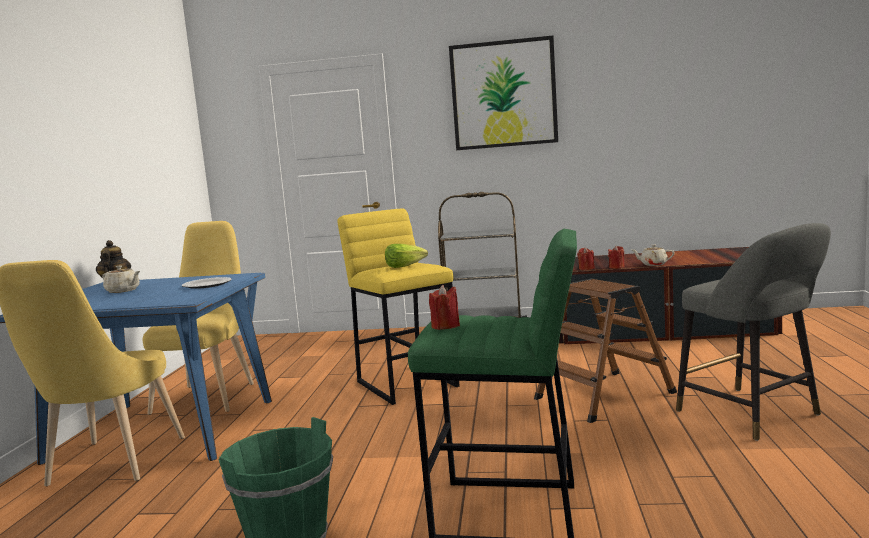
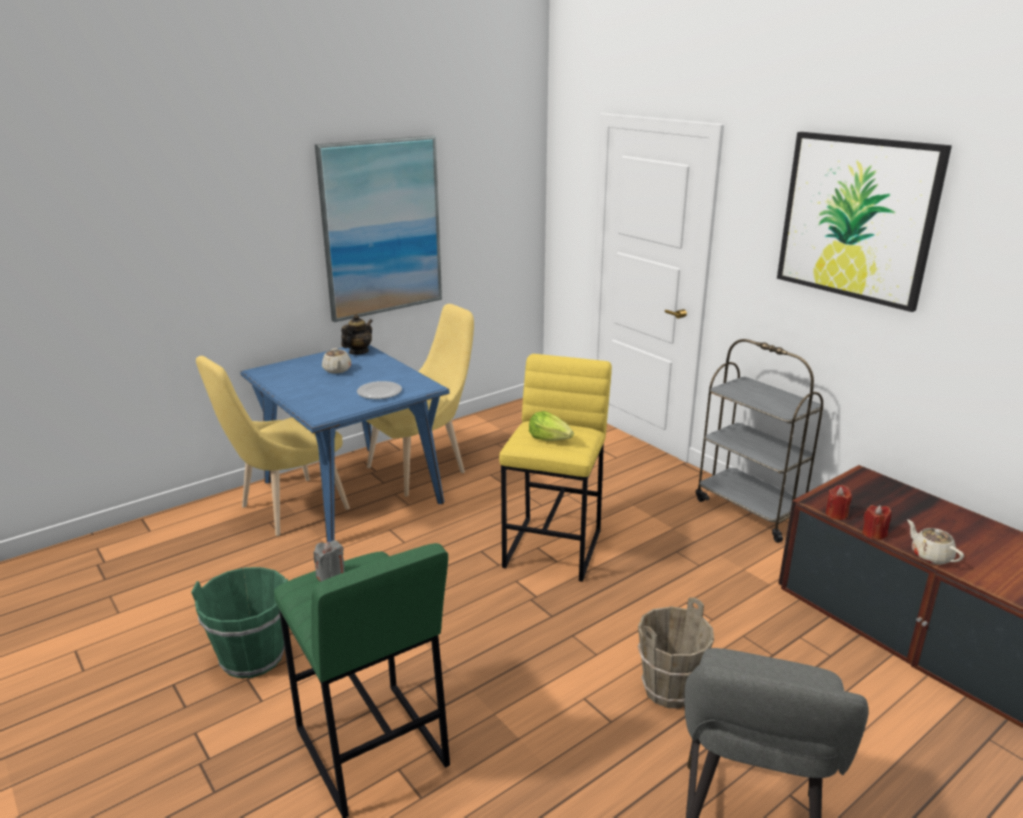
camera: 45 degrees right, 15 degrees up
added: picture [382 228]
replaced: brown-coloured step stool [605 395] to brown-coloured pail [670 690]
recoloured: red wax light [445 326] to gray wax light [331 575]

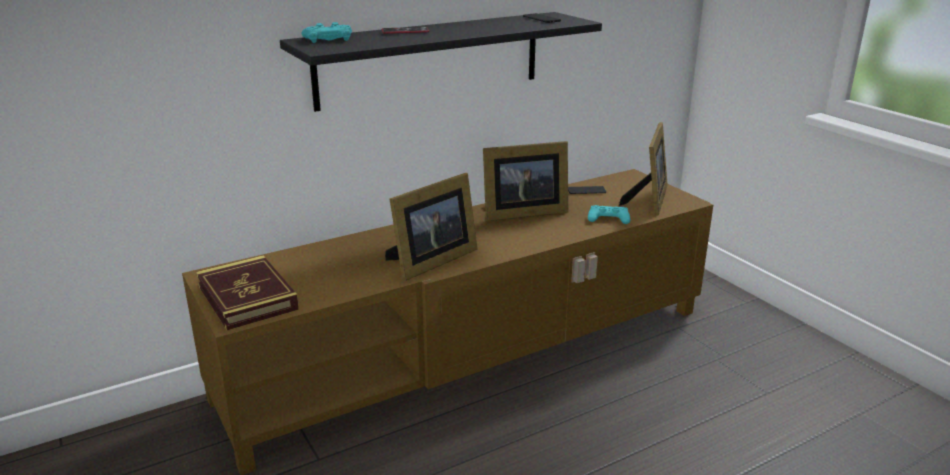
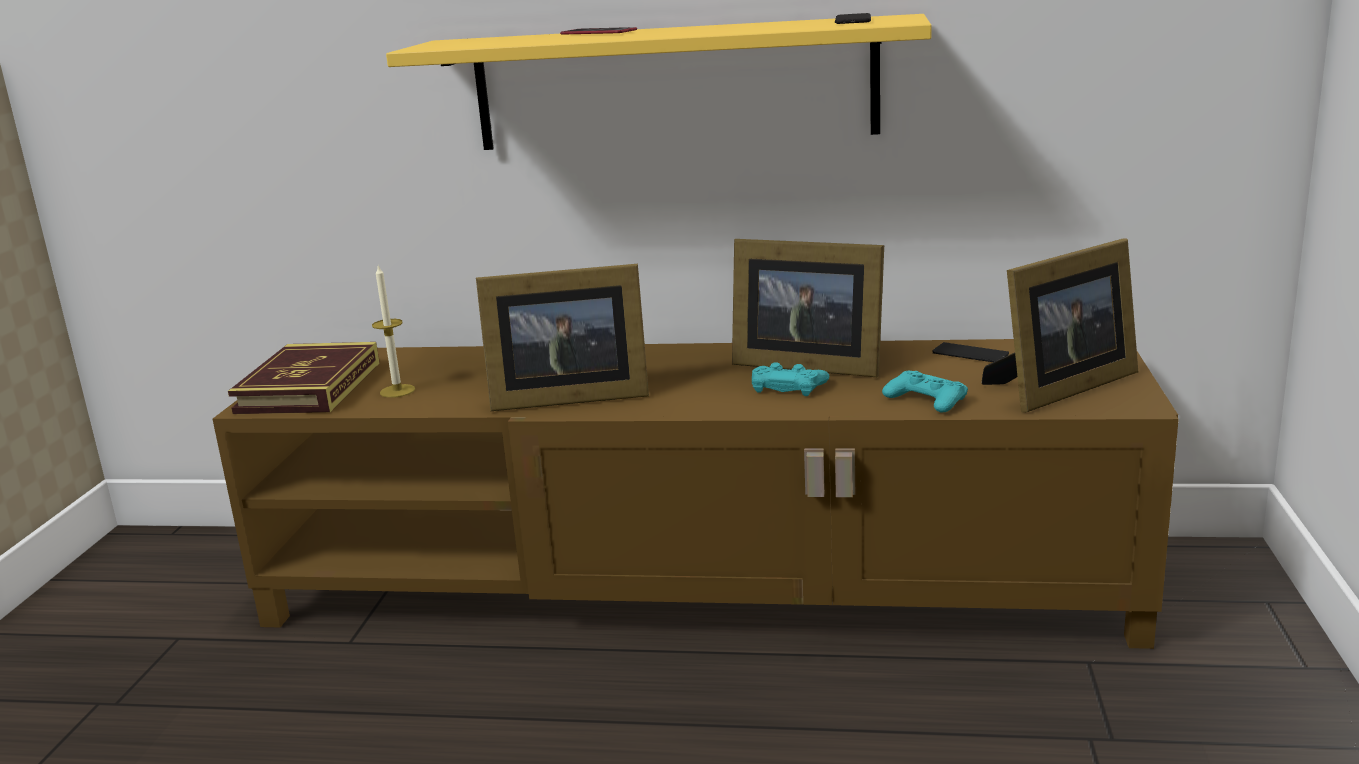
camera: 40 degrees right, 5 degrees down
added: wax light [397 391]
moved: turquoise gamepad [328 39] to [788 386]
recoloured: blackish shelf [430 59] to yellow-coloured shelf [674 85]

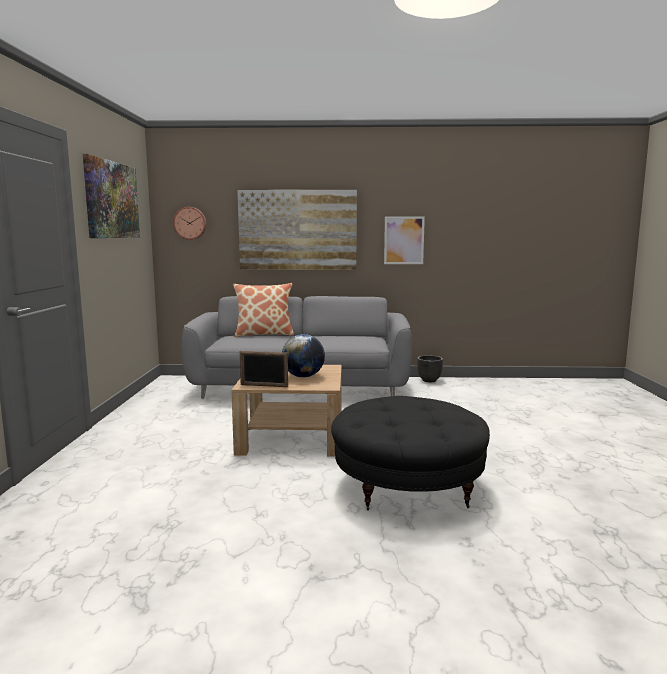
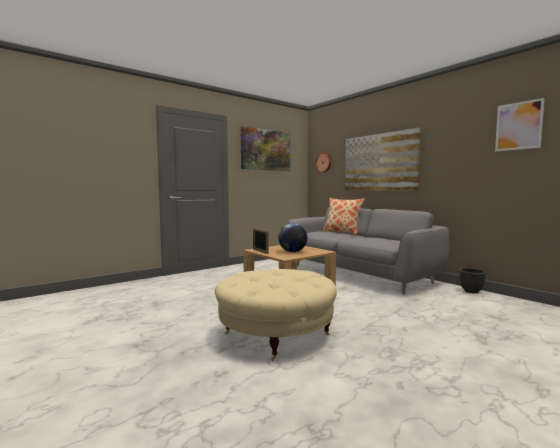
camera: 50 degrees right, 5 degrees down
moved: picture [404 240] to [518 126]
recoloured: blackish footrest [408 485] to beige footrest [276 334]

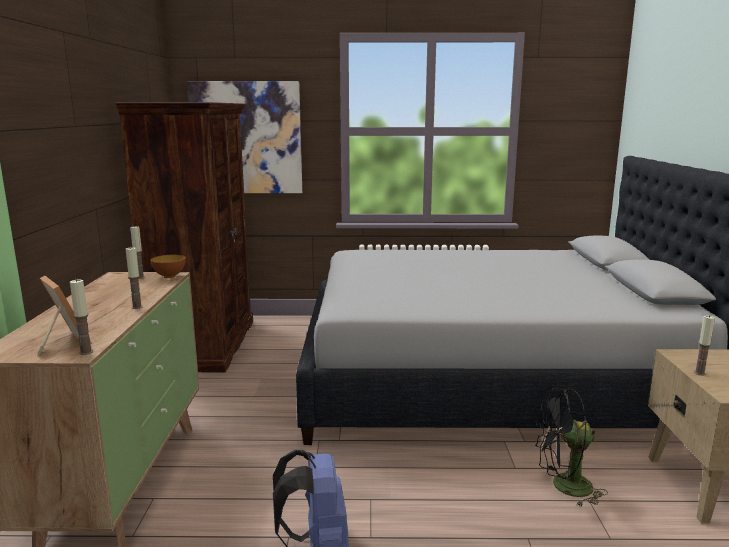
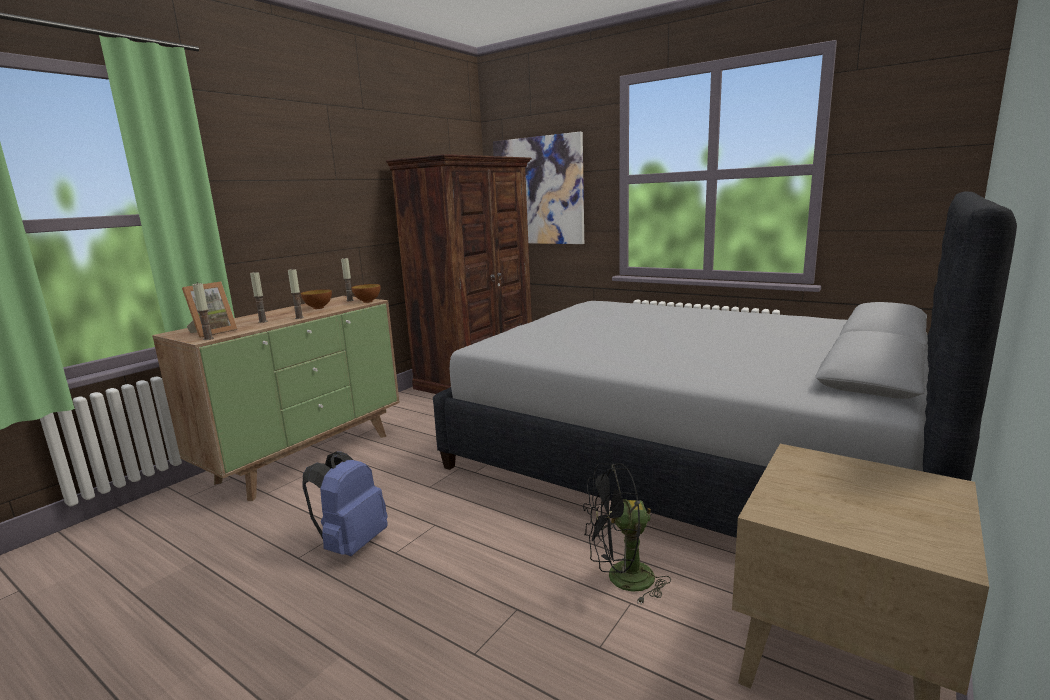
camera: 35 degrees right, 0 degrees up
added: serving bowl [318 308]
moved: wax light [699 373] to [263 321]
turned: standing frame [63 343] = [212 332] 45 degrees clockwise; blackish electric fan [563 487] = [621 580] 45 degrees counterclockwise

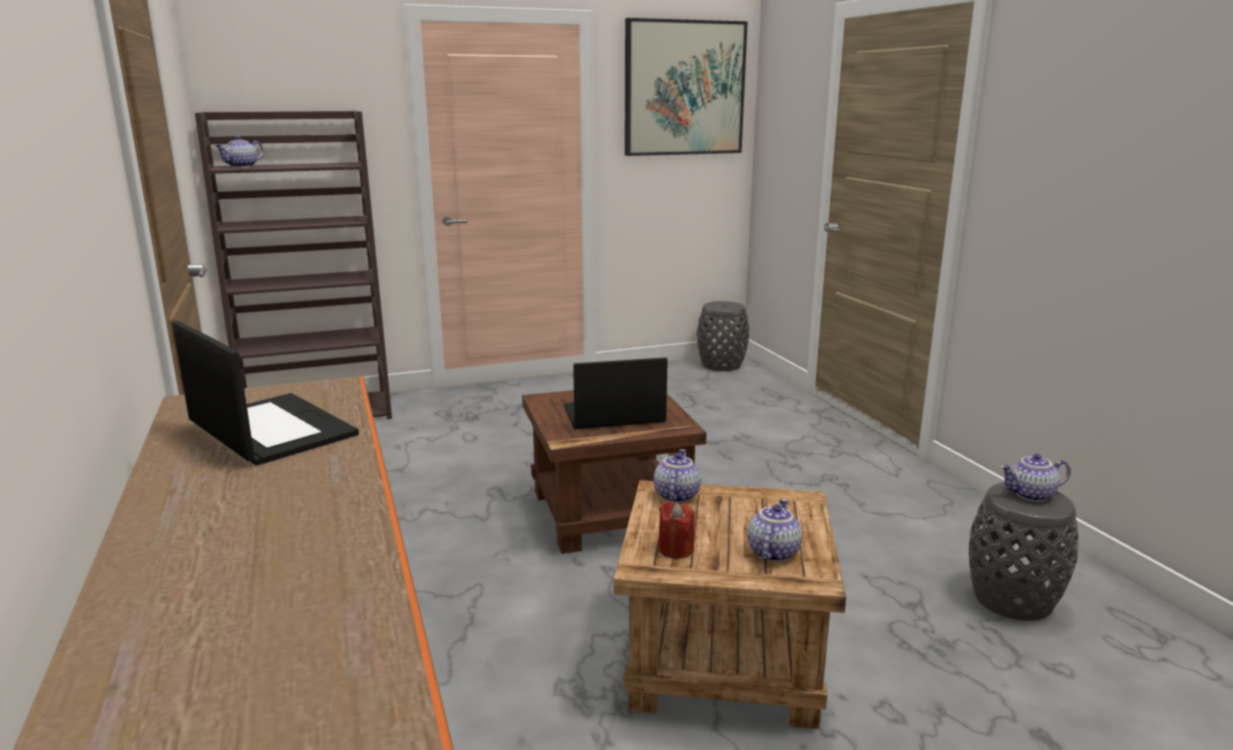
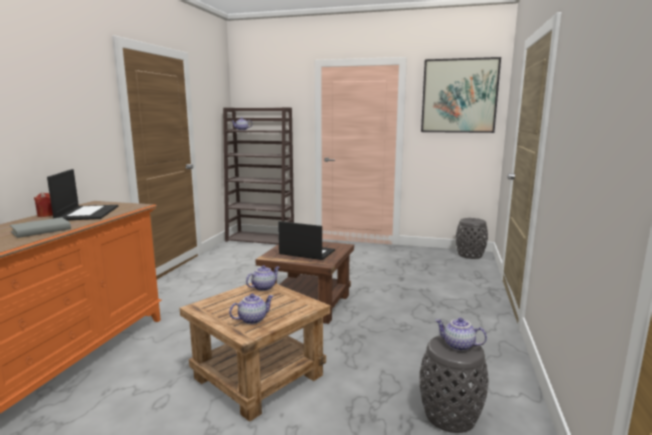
camera: 35 degrees right, 5 degrees down
added: gray book [41 230]
moved: red wax light [676 549] to [46 215]

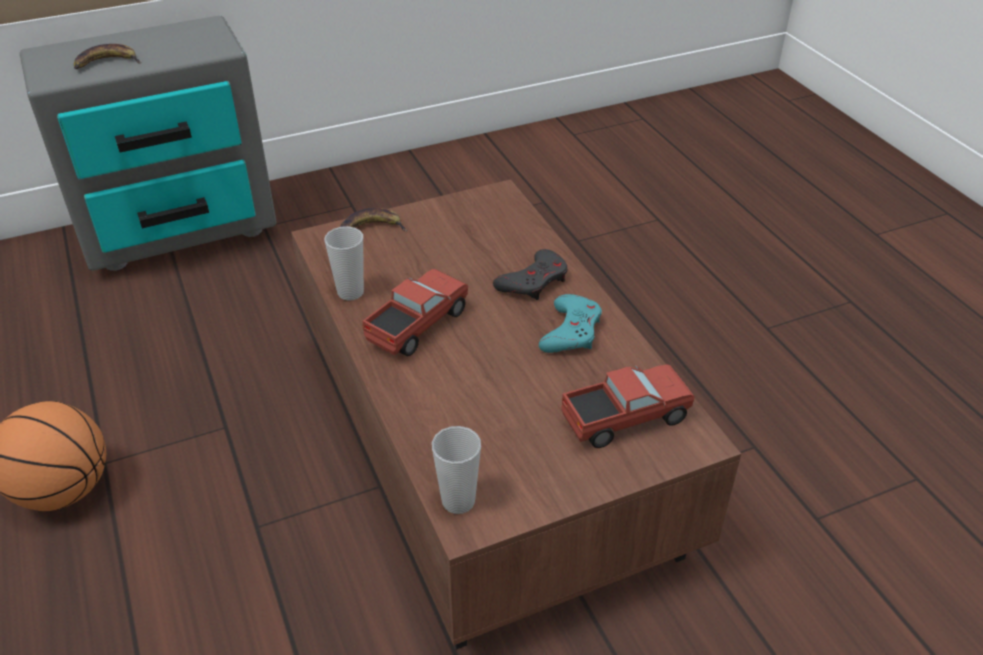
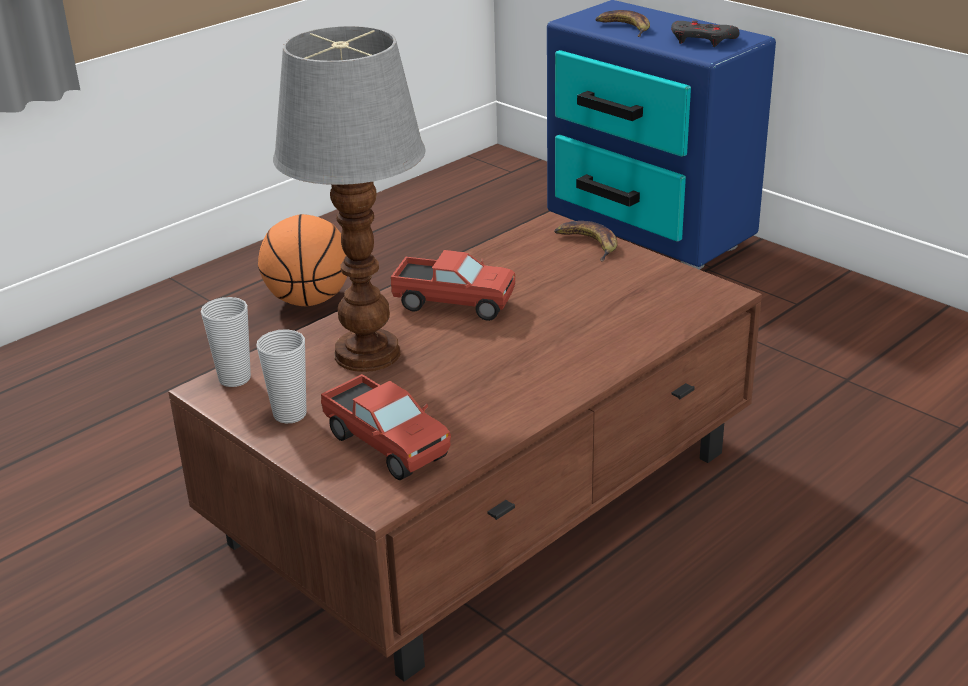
camera: 70 degrees right, 10 degrees down
removed: turquoise gamepad [571 331]
added: lamp for a table [367 355]
moved: small cup [350 292] to [290 414]; gray gamepad [533 281] to [702 40]
recoloured: gray nightstand [181 237] to bluish nightstand [647 236]

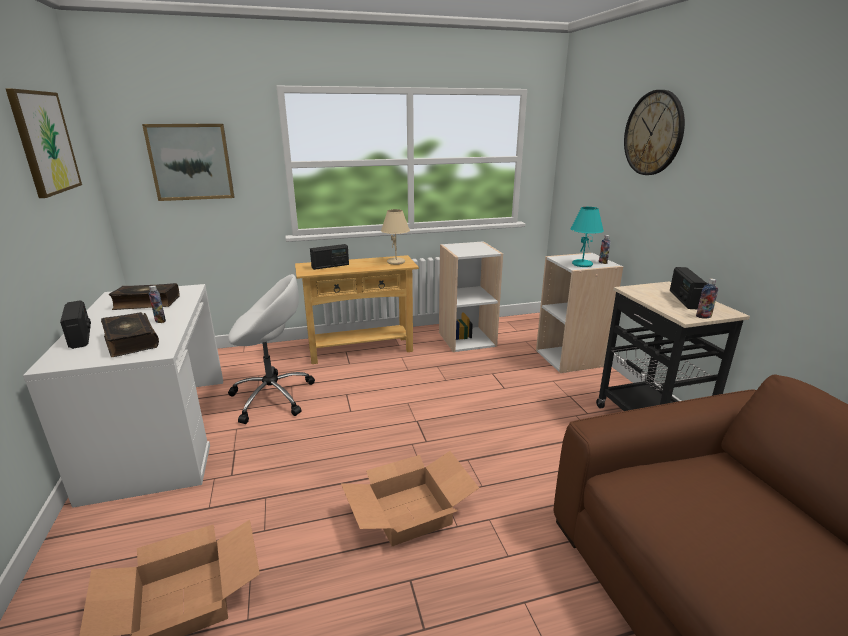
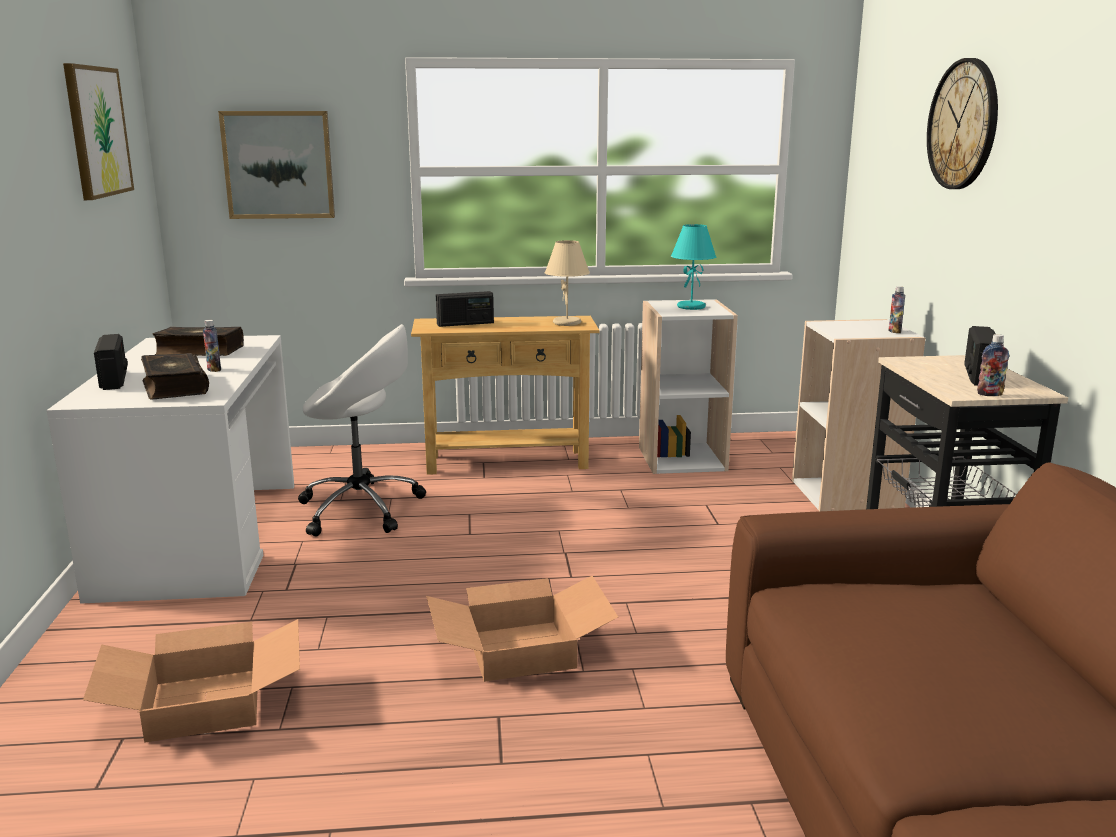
camera: 10 degrees right, 5 degrees down
moved: turquoise lamp for a table [582 264] to [691 307]

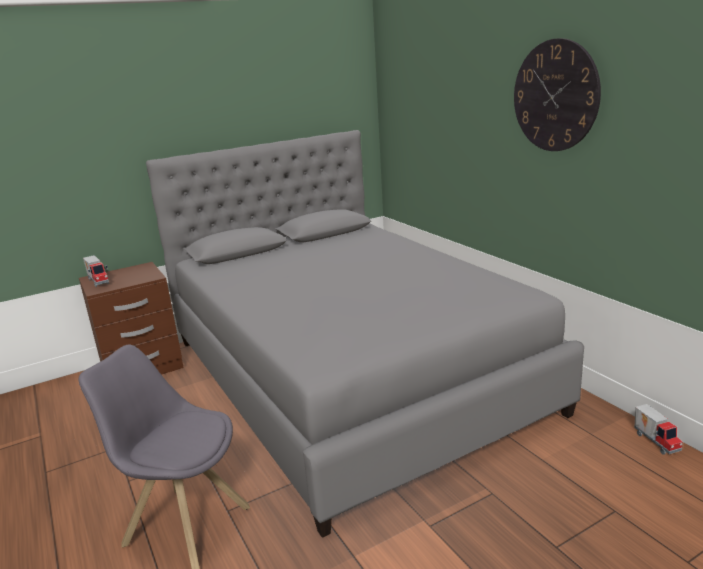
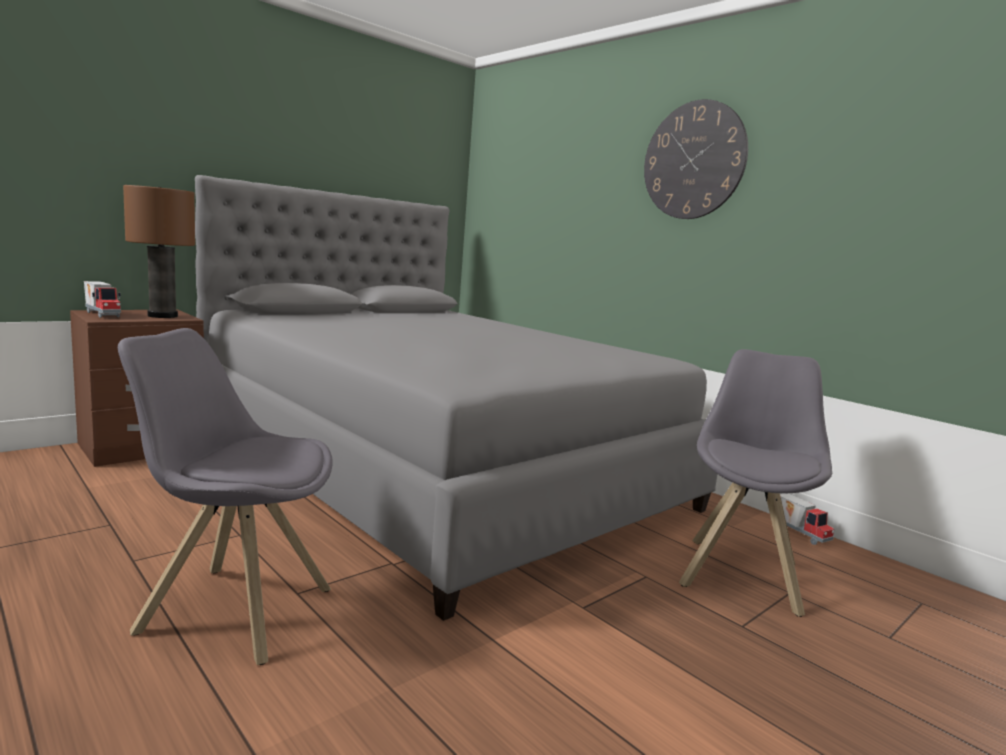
camera: 15 degrees left, 10 degrees down
added: brown-coloured lamp for a table [162 316]; gray upright chair [741 574]

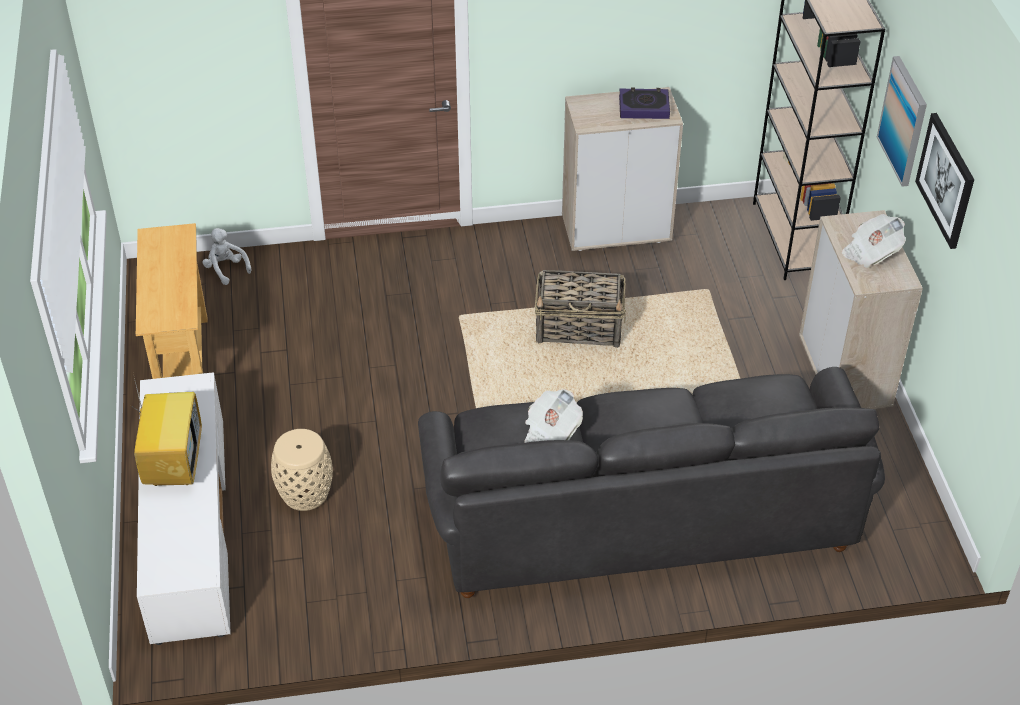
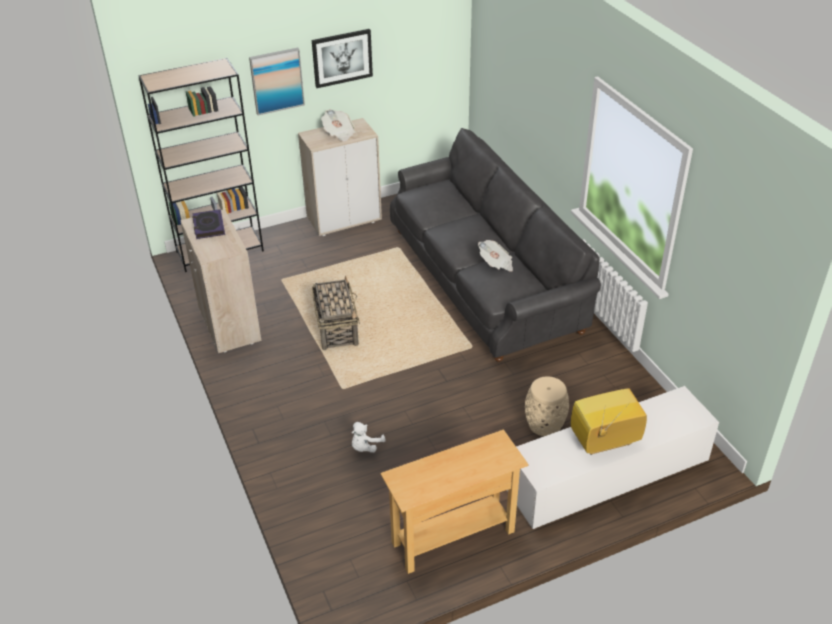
camera: 105 degrees left, 5 degrees down
moved: white-coloured plush toy [226 269] to [365 447]

